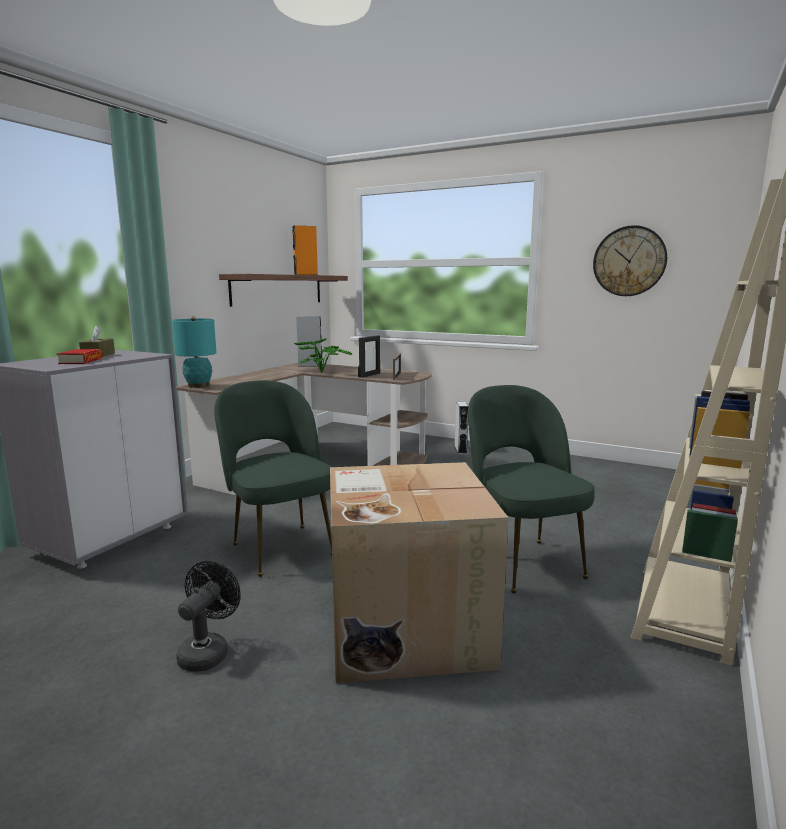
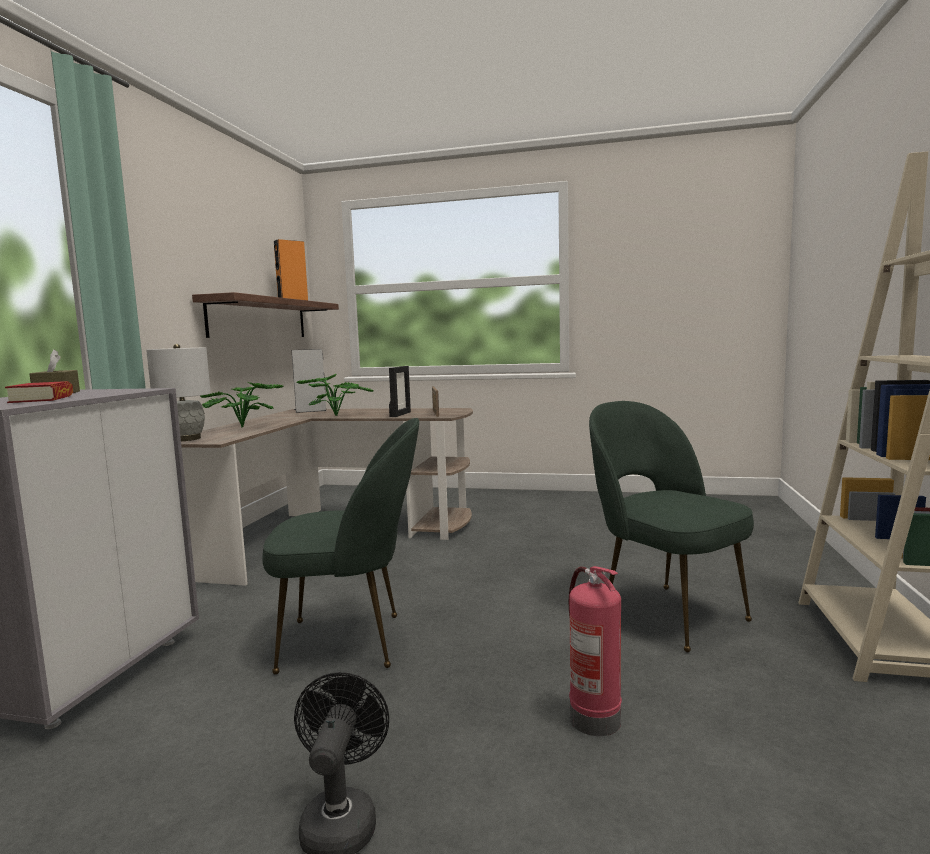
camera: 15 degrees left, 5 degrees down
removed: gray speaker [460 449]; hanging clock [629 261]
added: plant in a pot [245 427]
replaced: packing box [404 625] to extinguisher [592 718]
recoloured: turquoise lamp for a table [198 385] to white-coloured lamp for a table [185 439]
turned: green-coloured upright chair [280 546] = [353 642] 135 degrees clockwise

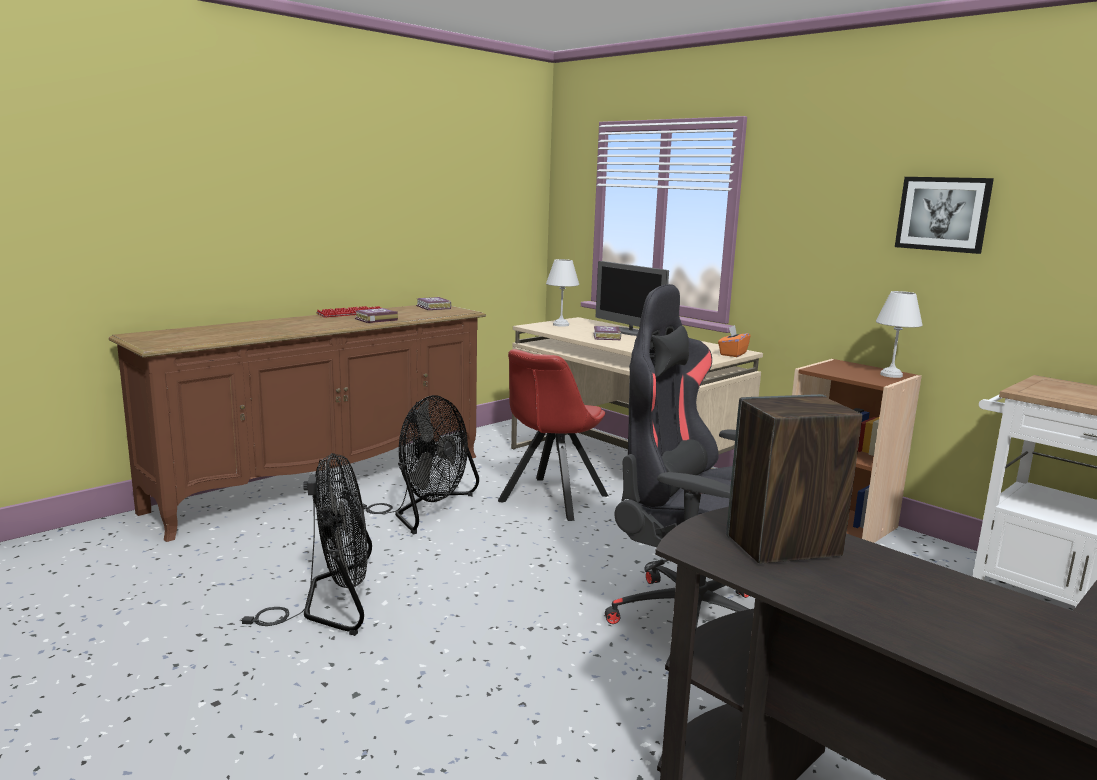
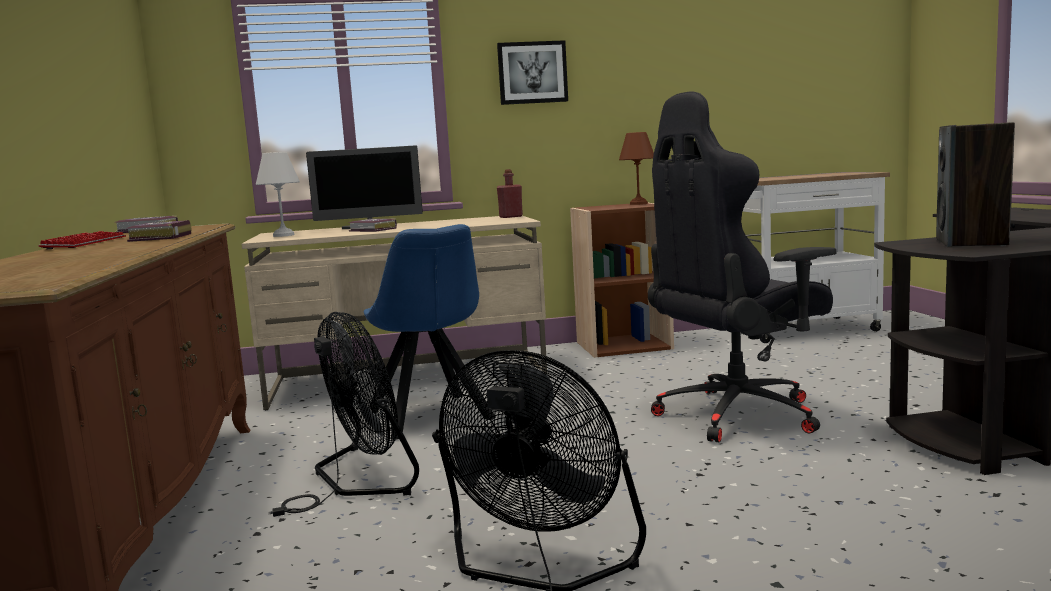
camera: 55 degrees left, 5 degrees down
moved: picture [943 214] to [532 72]
replaced: orange box of tissues [732 354] to red bottle [511 217]
recoloured: red upright chair [552 499] to bluish upright chair [431 417]; white-coloured lamp for a table [891 375] to brown-coloured lamp for a table [638 204]

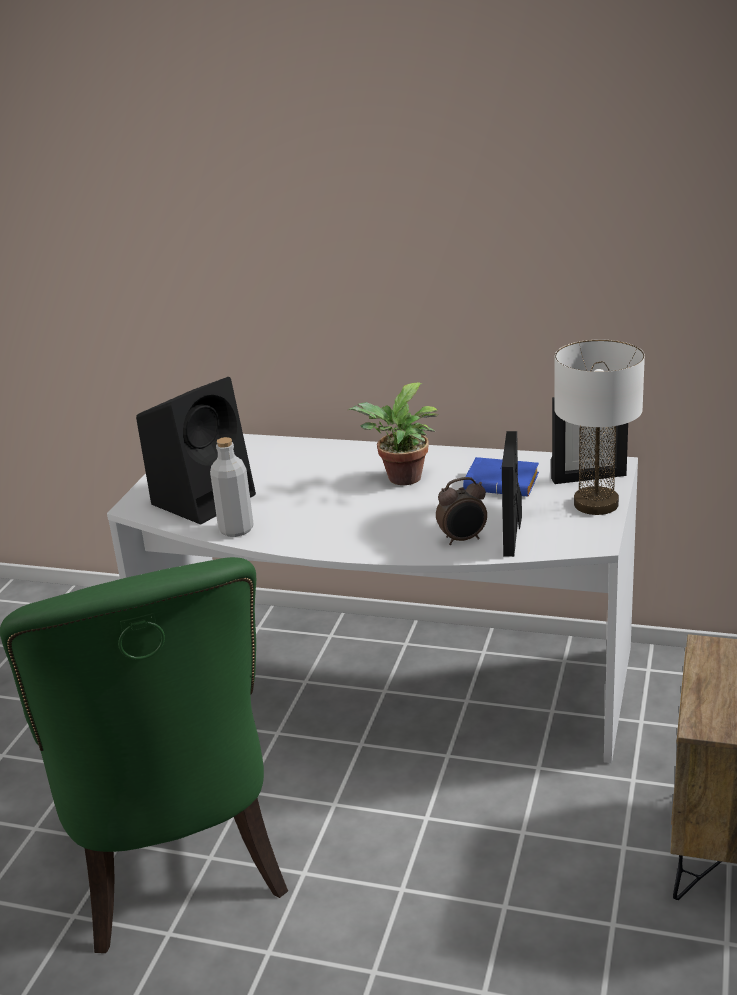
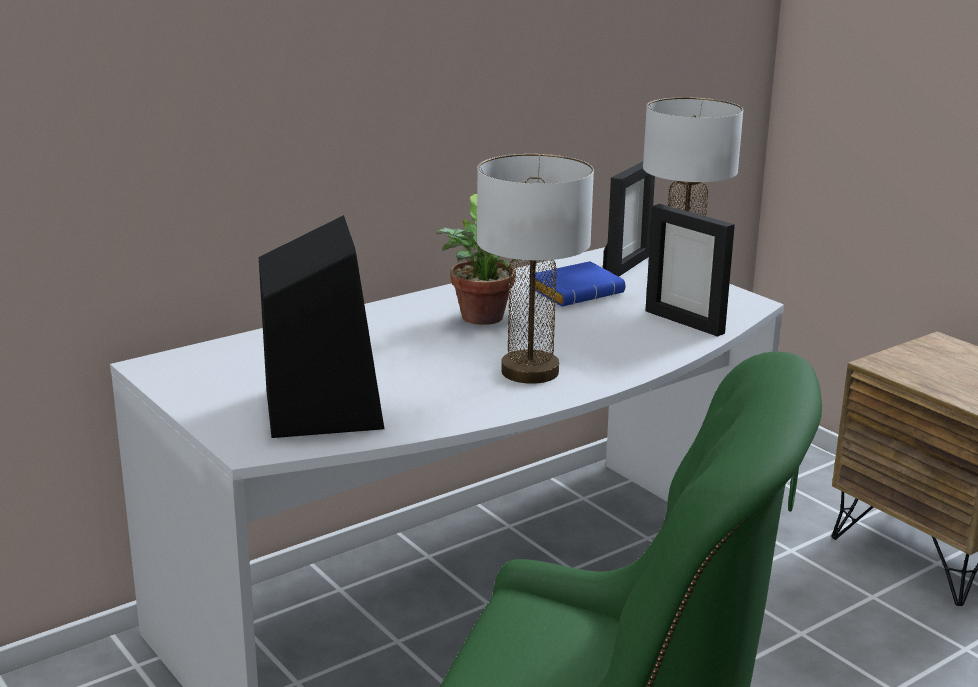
camera: 55 degrees left, 5 degrees down
removed: gray bottle [236 529]; alarm clock [463 539]
added: lamp for a table [530 371]

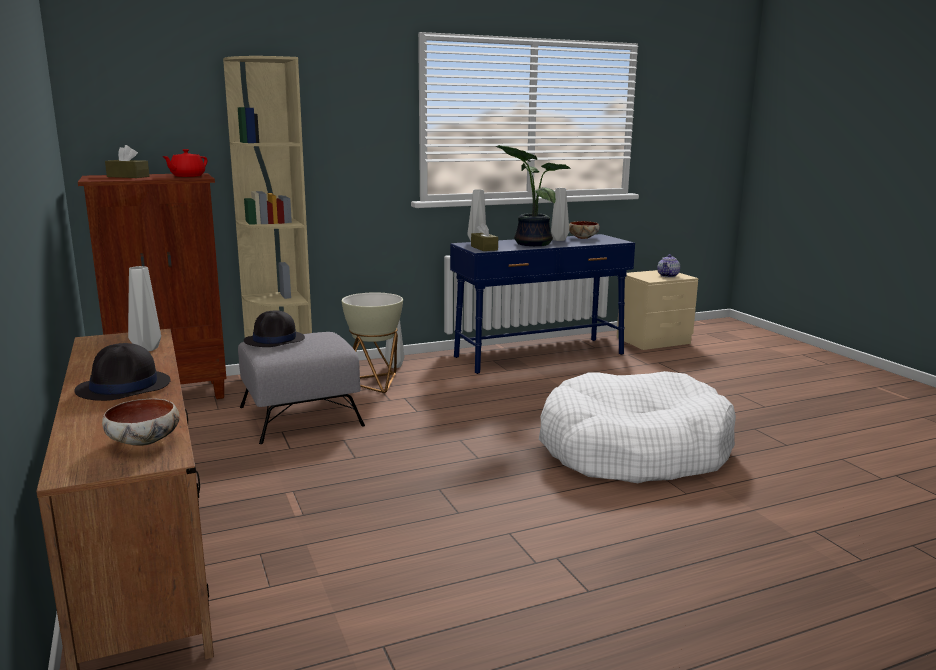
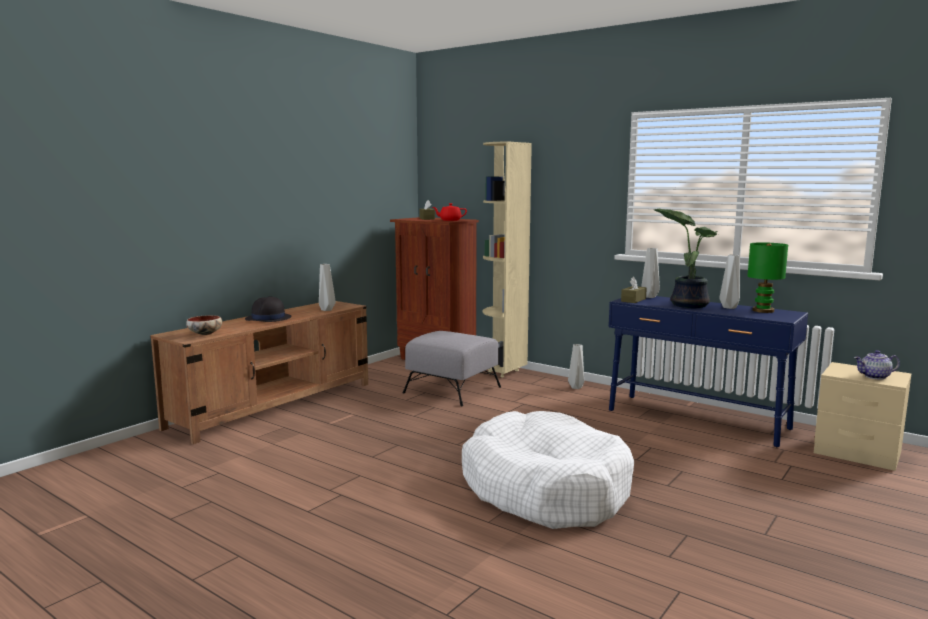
camera: 60 degrees right, 5 degrees down
removed: blackish clothing hat [275 340]; planter [375 382]
replaced: serving bowl [583 238] to green-coloured lamp for a table [763 310]

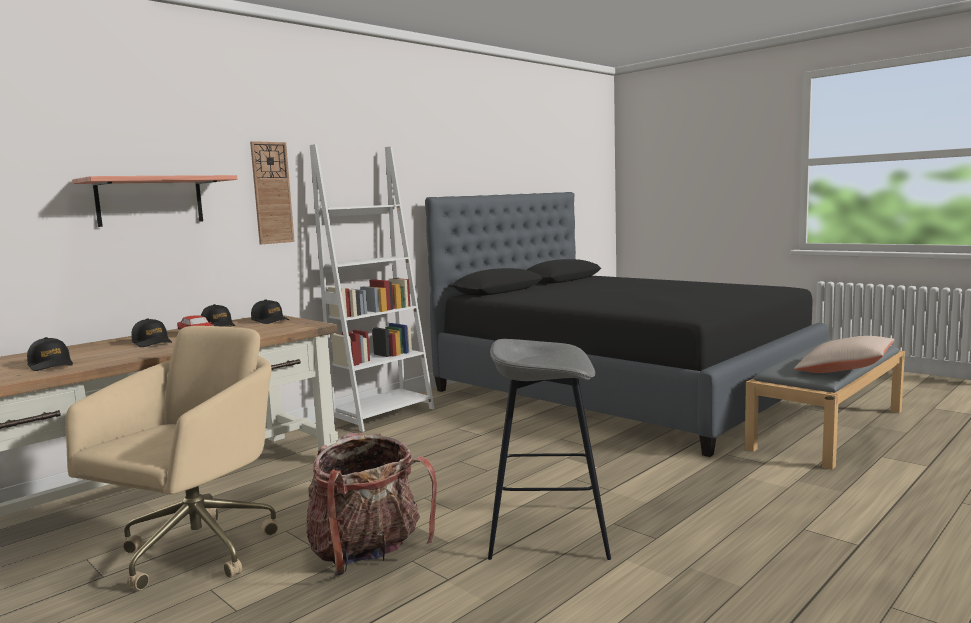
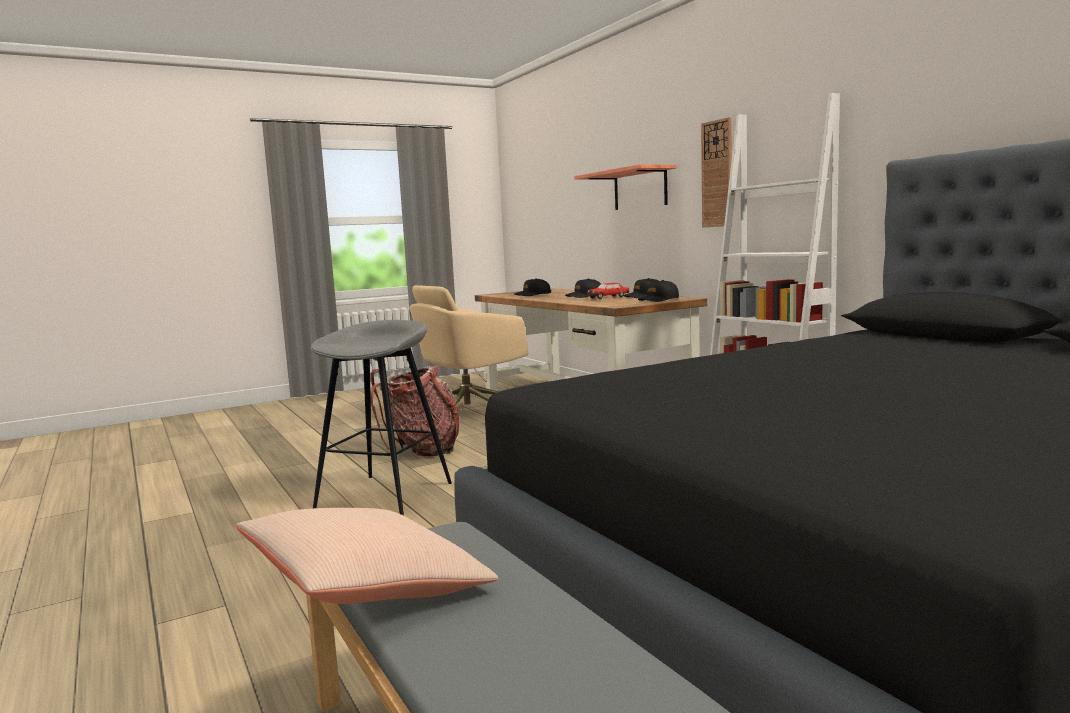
camera: 105 degrees right, 0 degrees up
turned: beige office chair [193 555] = [472 418] 105 degrees clockwise

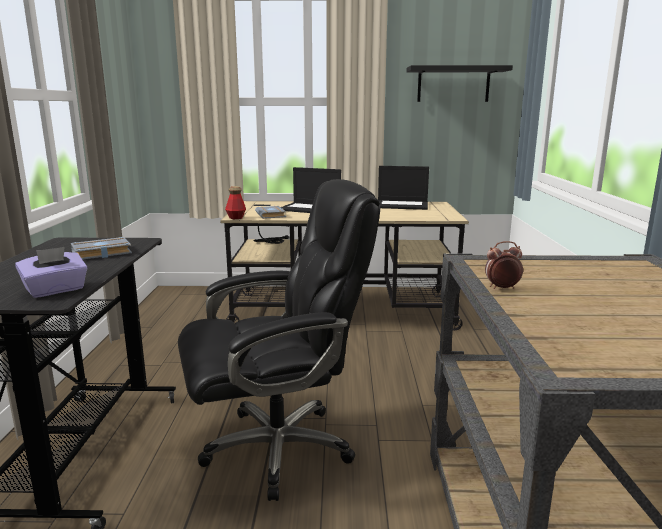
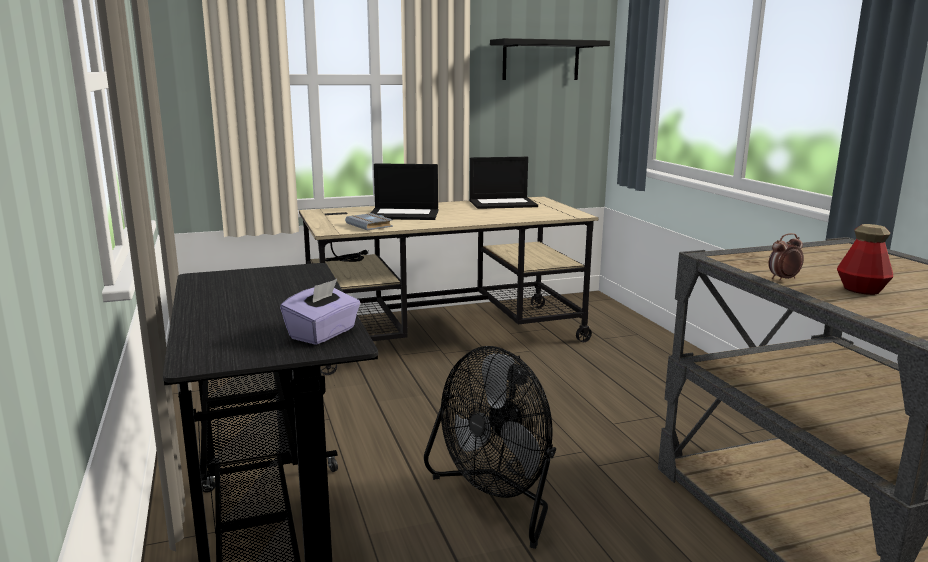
camera: 20 degrees left, 0 degrees up
removed: gray book [100 253]
moved: bottle [236 217] to [861 290]
replaced: blackish office chair [274 449] to blackish electric fan [499 496]

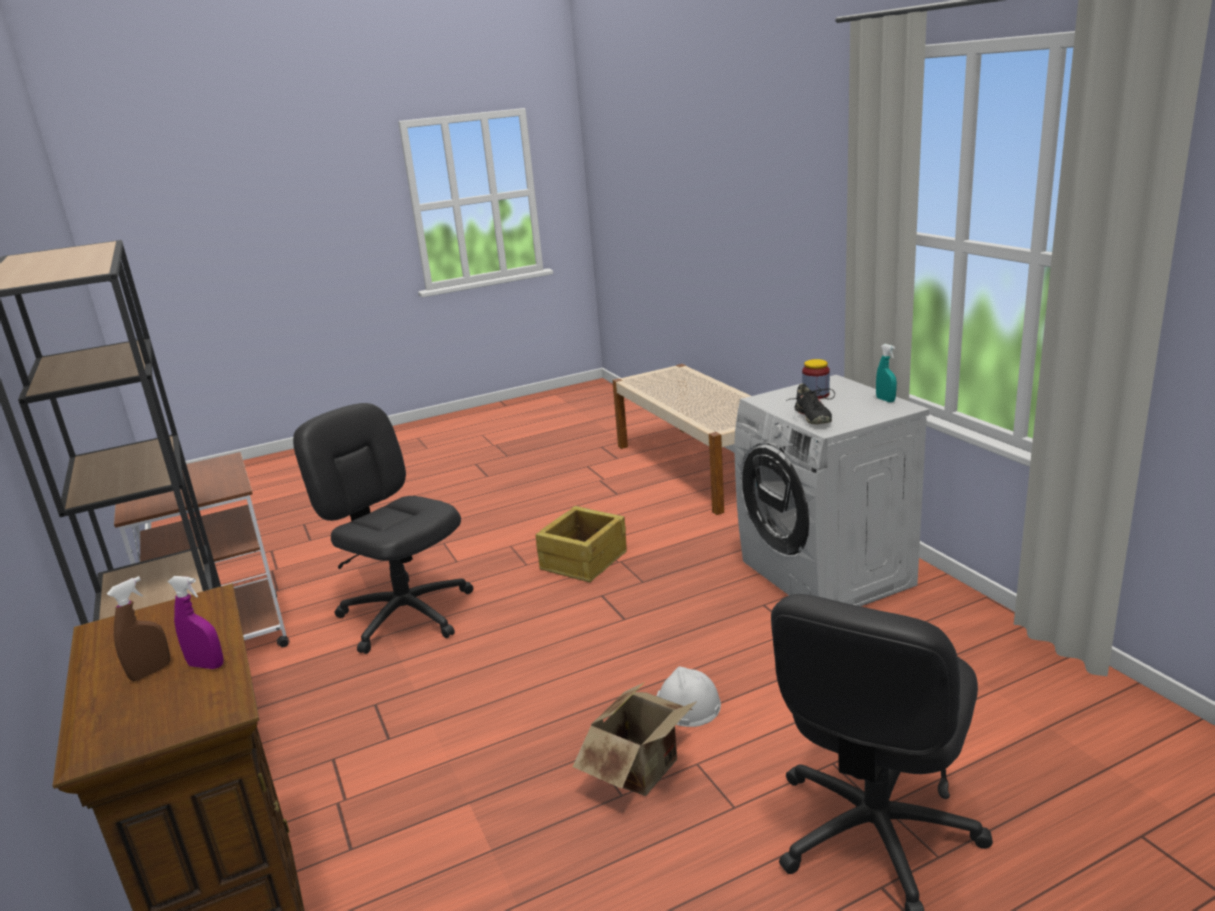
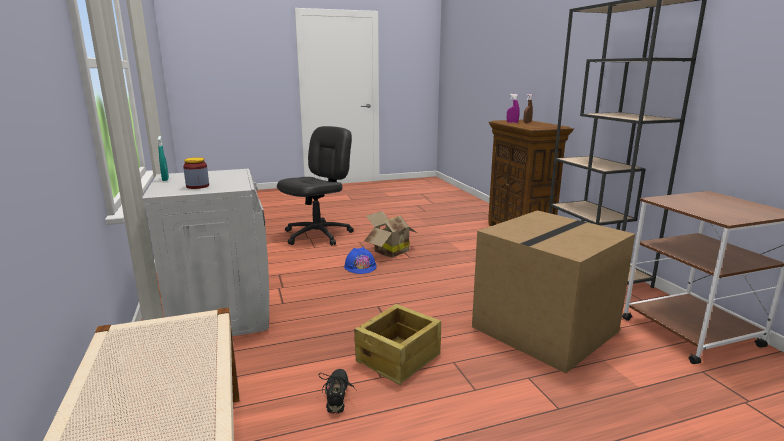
camera: 175 degrees left, 5 degrees down
moved: blackish item of footwear [812 417] to [337 395]
replaced: blackish office chair [406 614] to packing box [545 330]
recoloured: white-coloured safety helmet [687 704] to bluish safety helmet [360 266]

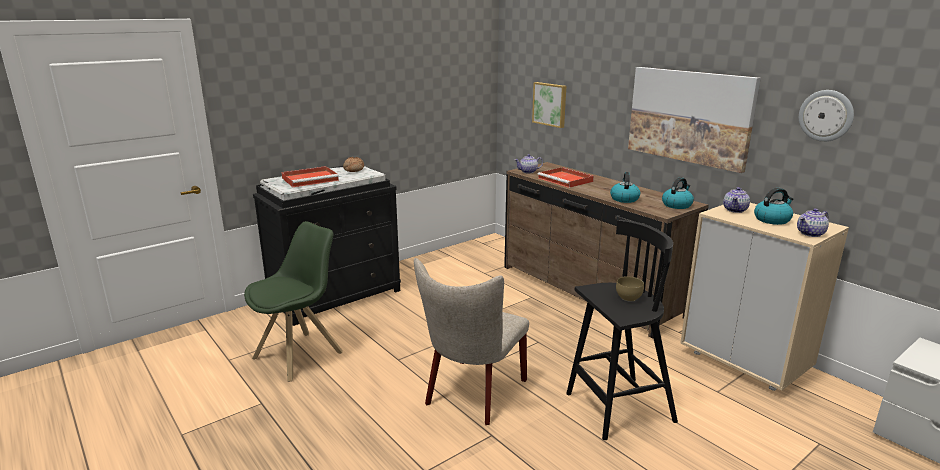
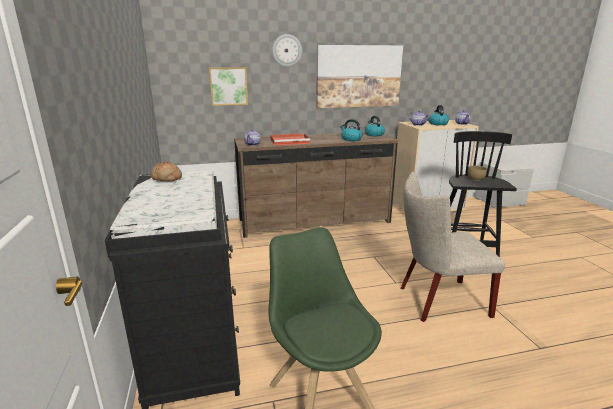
camera: 65 degrees left, 0 degrees up
removed: red tray [311 179]
moved: hanging clock [826 115] to [287 50]
turned: beige upright chair [472 395] = [438 301] 120 degrees clockwise

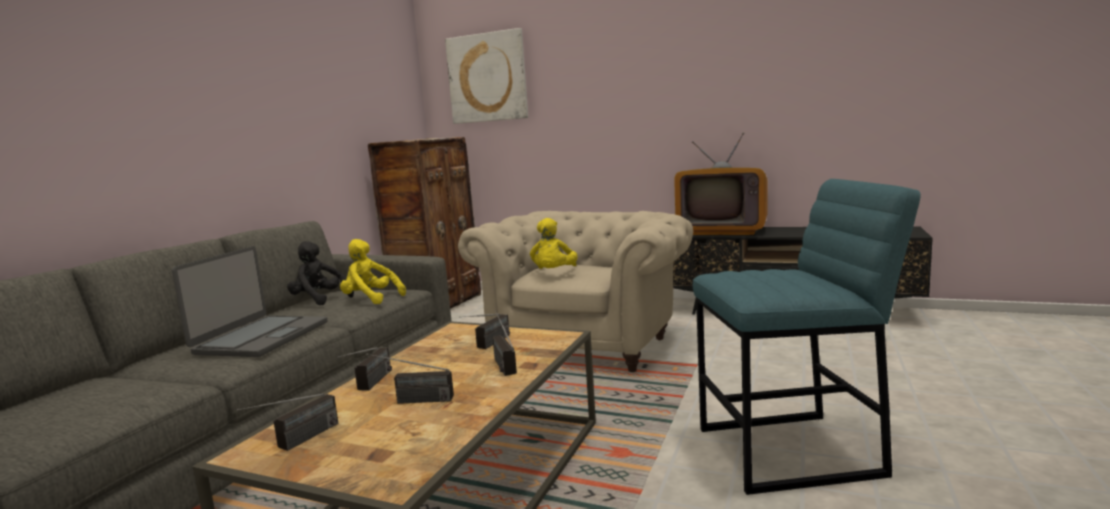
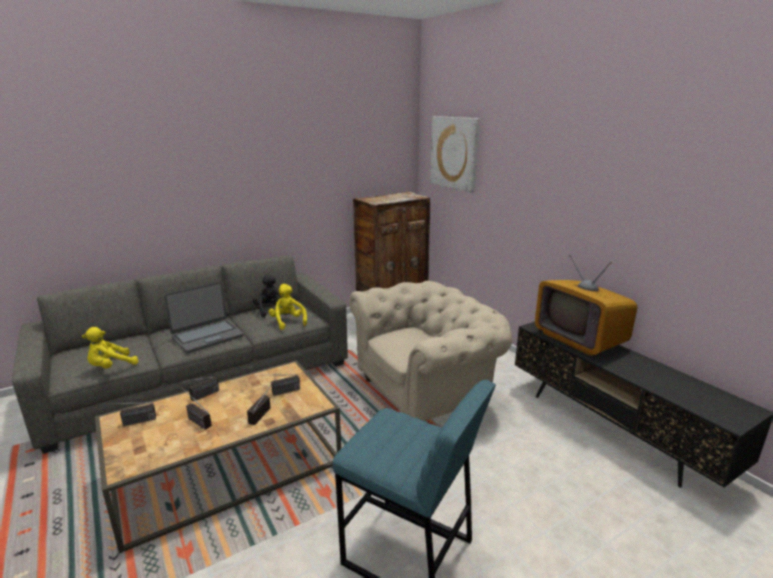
camera: 35 degrees right, 10 degrees up
moved: yellow-coloured plush toy [554 273] to [111 367]

